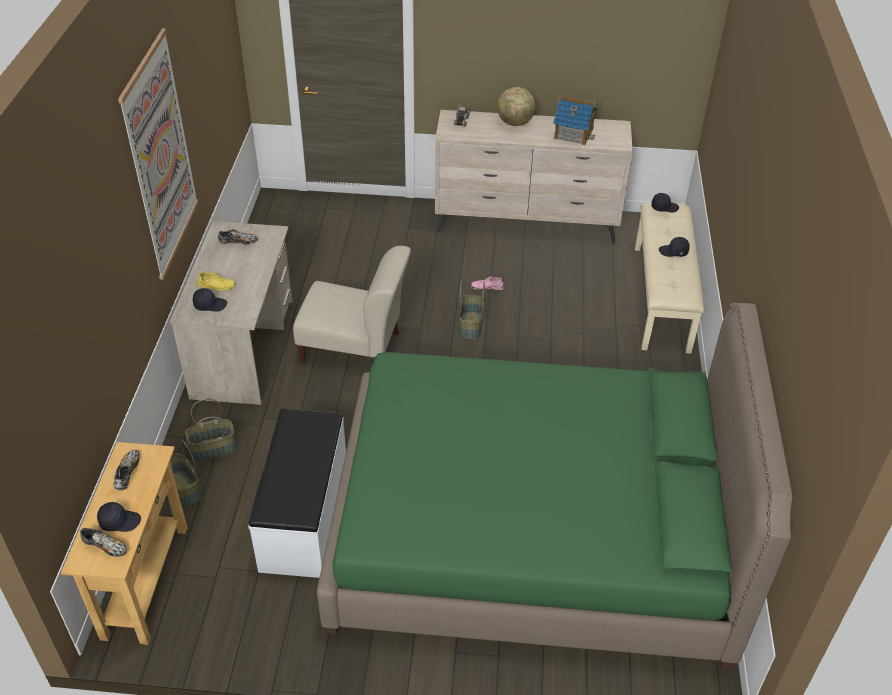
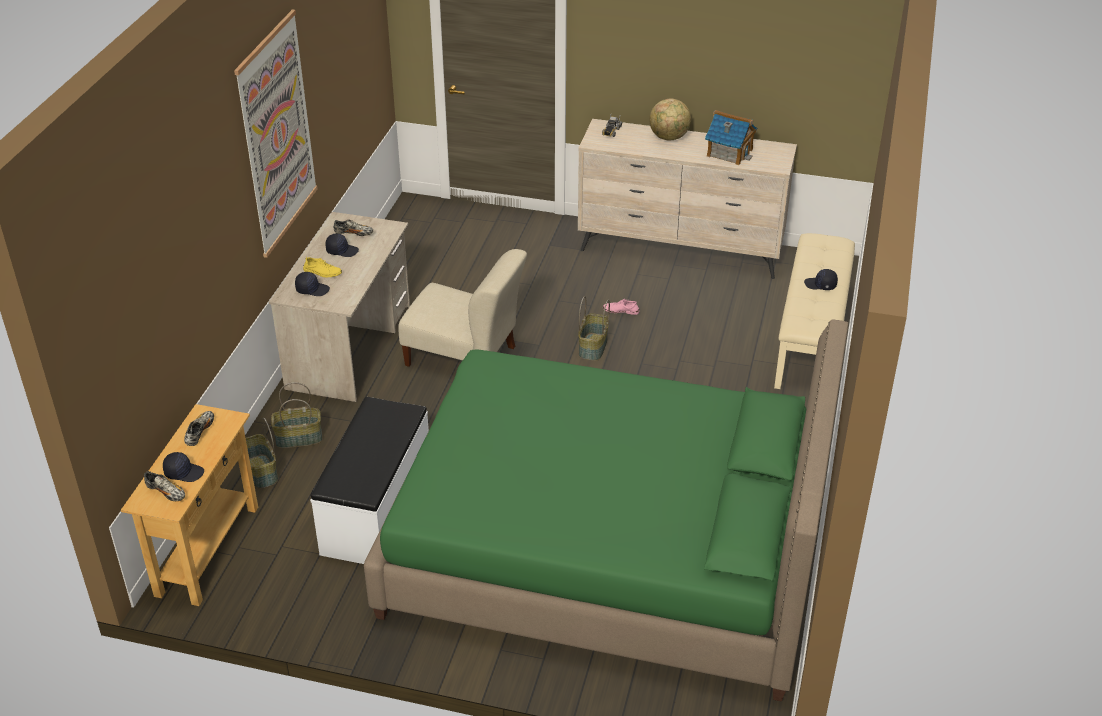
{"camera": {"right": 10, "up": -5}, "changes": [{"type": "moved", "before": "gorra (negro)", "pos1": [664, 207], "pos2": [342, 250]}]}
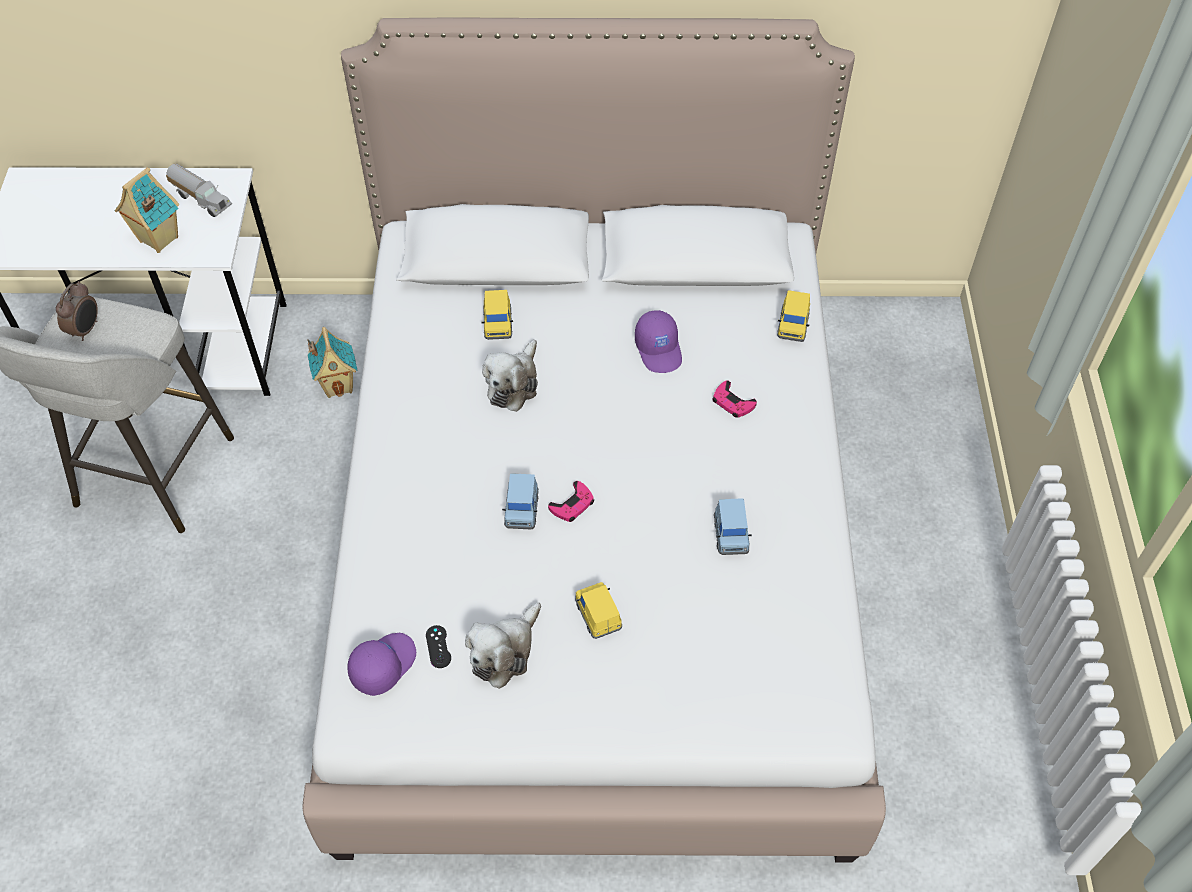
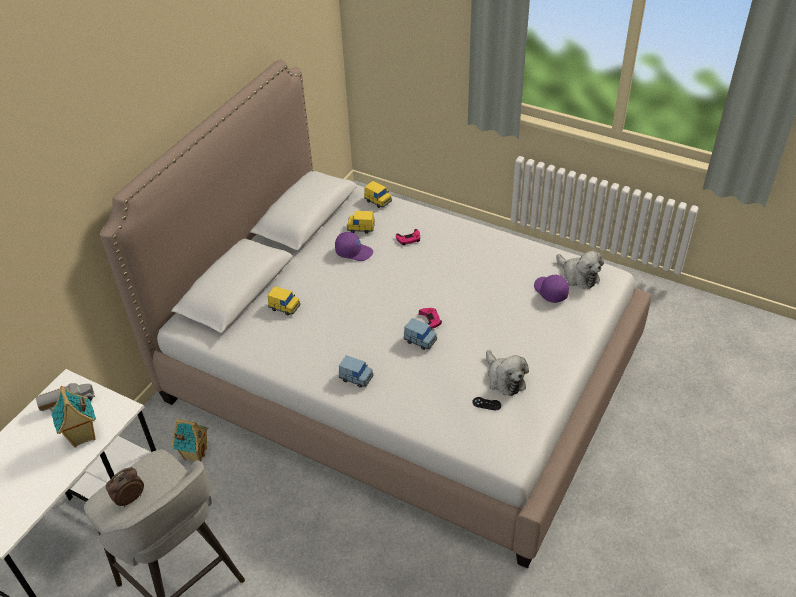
{"camera": {"right": -60, "up": -10}, "changes": [{"type": "turned", "before": "despertador", "pos1": [86, 329], "pos2": [129, 498], "turn": -90}, {"type": "moved", "before": "coche de juguete (azul)", "pos1": [731, 535], "pos2": [356, 378]}, {"type": "moved", "before": "coche de juguete (amarillo)", "pos1": [598, 615], "pos2": [361, 228]}, {"type": "moved", "before": "gorra (morado)", "pos1": [382, 665], "pos2": [550, 291]}, {"type": "moved", "before": "peluche", "pos1": [514, 383], "pos2": [578, 276]}]}
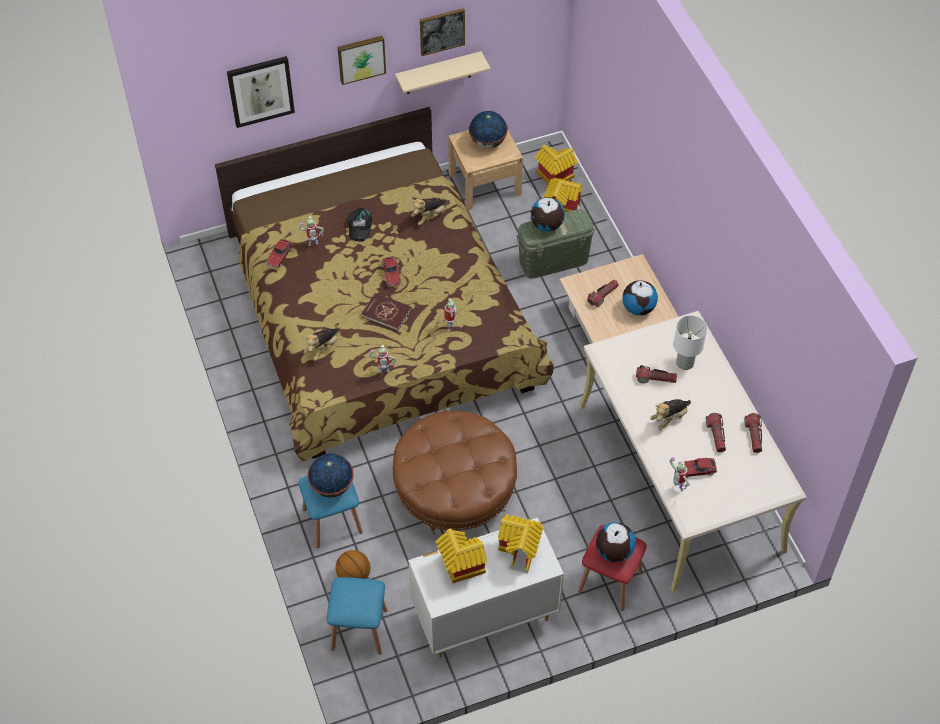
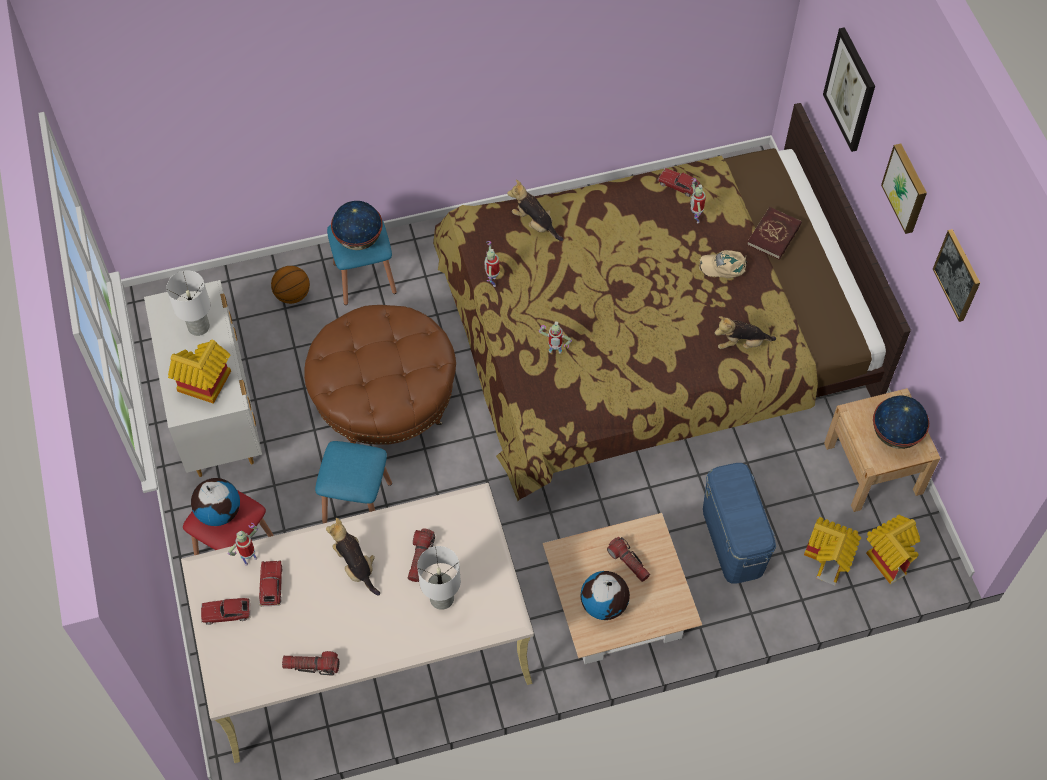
{"camera": {"right": 95, "up": 5}, "changes": [{"type": "replaced", "before": "casita", "after": "lámpara de mesa (blanco)", "pos1": [459, 567], "pos2": [199, 326]}, {"type": "moved", "before": "coche de juguete", "pos1": [391, 274], "pos2": [226, 613]}, {"type": "moved", "before": "taburete (azul)", "pos1": [359, 629], "pos2": [357, 502]}, {"type": "recoloured", "before": "gorra (negro)", "after": "gorra (beis)", "pos1": [359, 226], "pos2": [723, 266]}, {"type": "recoloured", "before": "caja de almacenaje (verde)", "after": "caja de almacenaje (azul)", "pos1": [553, 260], "pos2": [733, 540]}, {"type": "turned", "before": "peluche", "pos1": [429, 216], "pos2": [740, 343], "turn": -60}, {"type": "moved", "before": "libro (rojo)", "pos1": [386, 313], "pos2": [774, 235]}, {"type": "removed", "before": "estante (beis)", "pos1": [438, 73]}, {"type": "removed", "before": "globo terráqueo", "pos1": [546, 225]}, {"type": "removed", "before": "linterna", "pos1": [716, 435]}]}
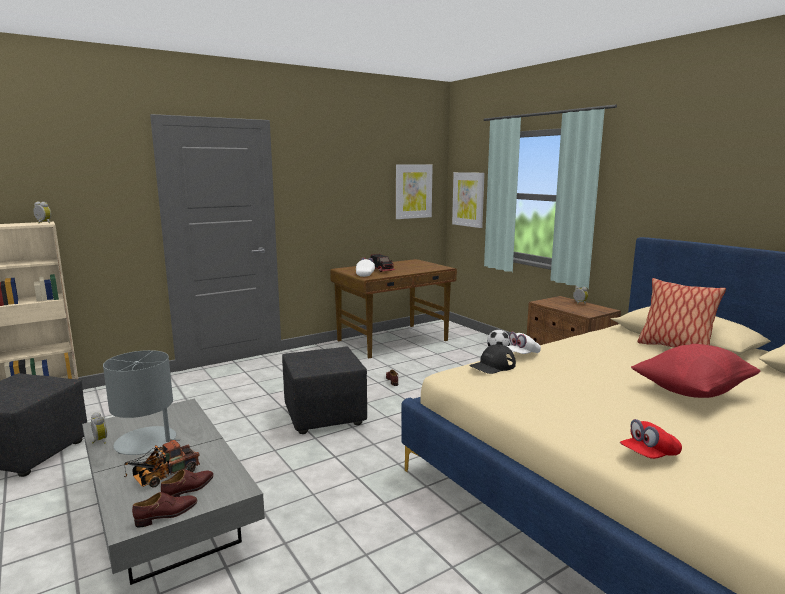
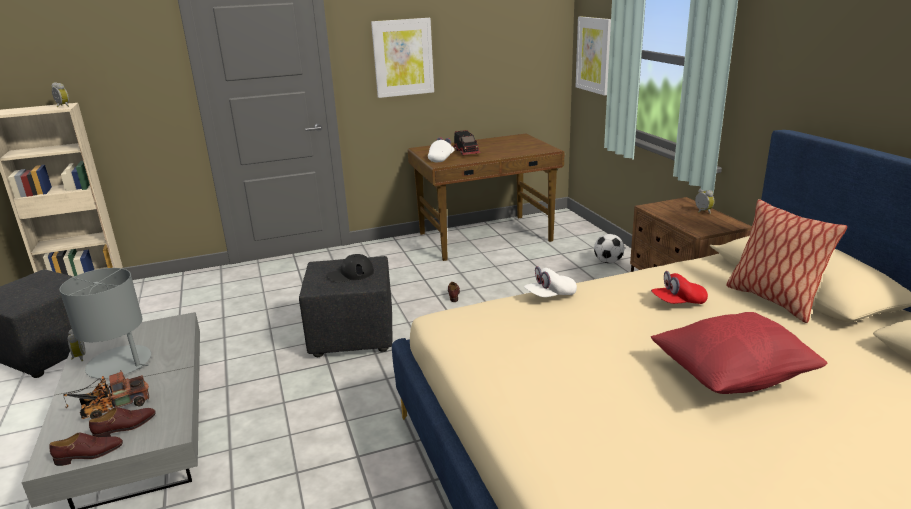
{"camera": {"right": 15, "up": 10}, "changes": [{"type": "moved", "before": "gorra (negro)", "pos1": [492, 366], "pos2": [350, 274]}, {"type": "moved", "before": "cuadro", "pos1": [413, 191], "pos2": [403, 57]}, {"type": "moved", "before": "gorra (rojo)", "pos1": [649, 455], "pos2": [678, 302]}]}
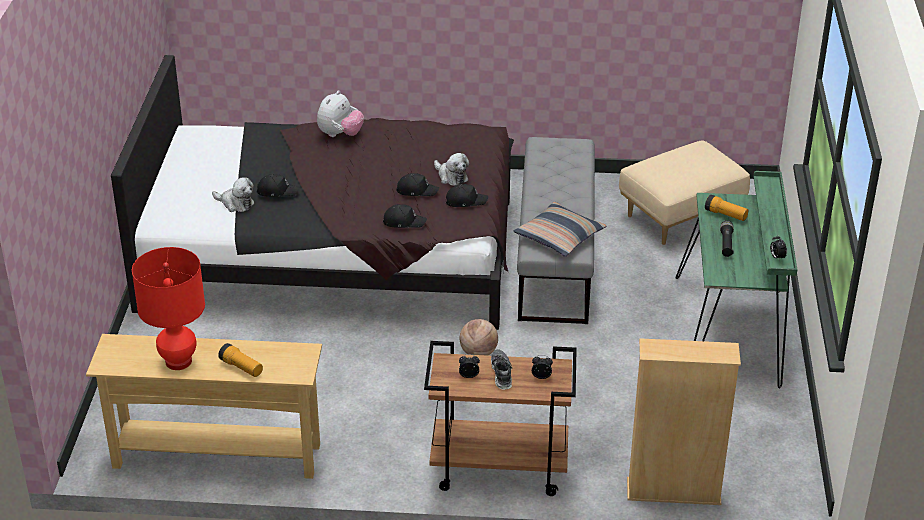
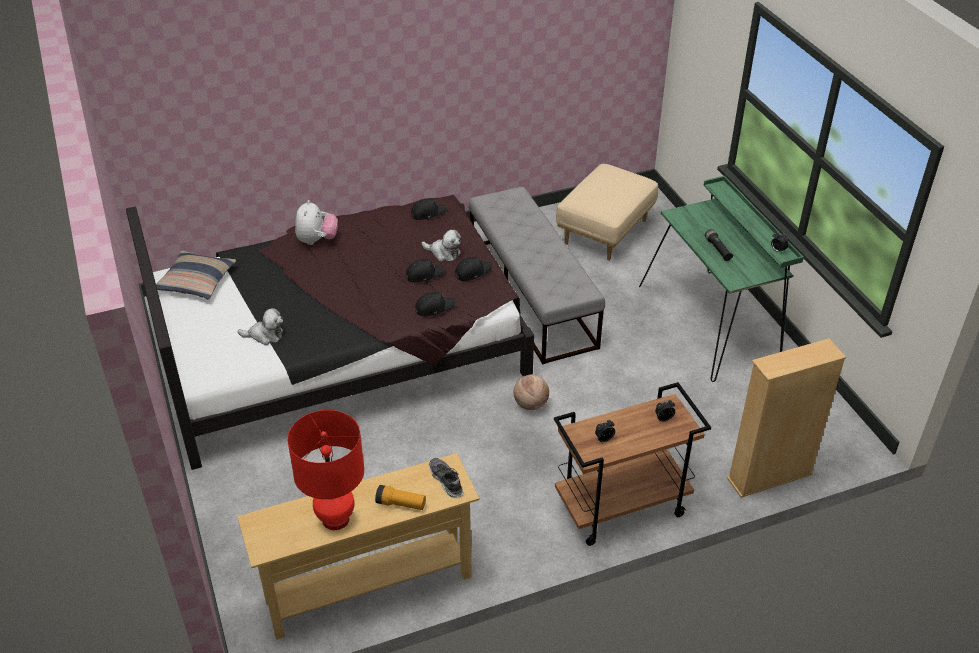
{"camera": {"right": -25, "up": 5}, "changes": [{"type": "moved", "before": "cojín", "pos1": [559, 237], "pos2": [196, 281]}, {"type": "moved", "before": "gorra (negro)", "pos1": [277, 191], "pos2": [428, 213]}, {"type": "moved", "before": "zapato", "pos1": [501, 373], "pos2": [445, 481]}, {"type": "removed", "before": "linterna", "pos1": [725, 215]}]}
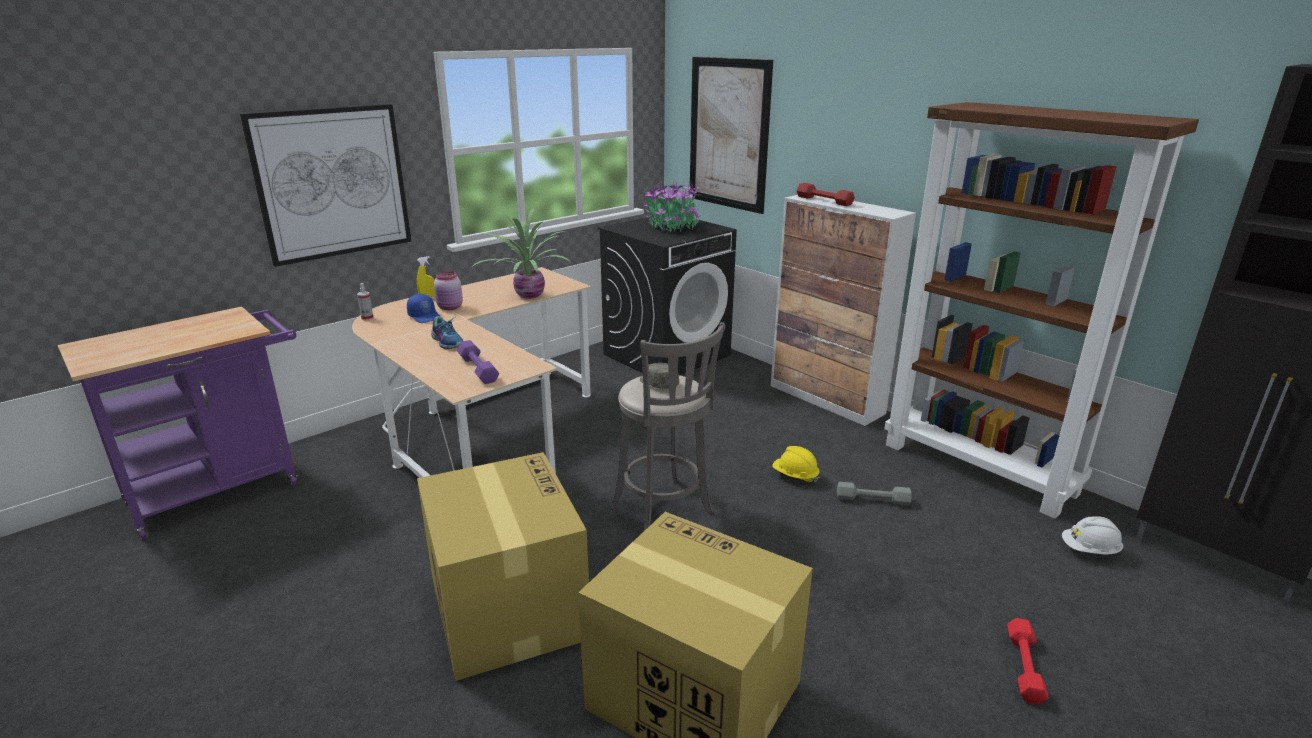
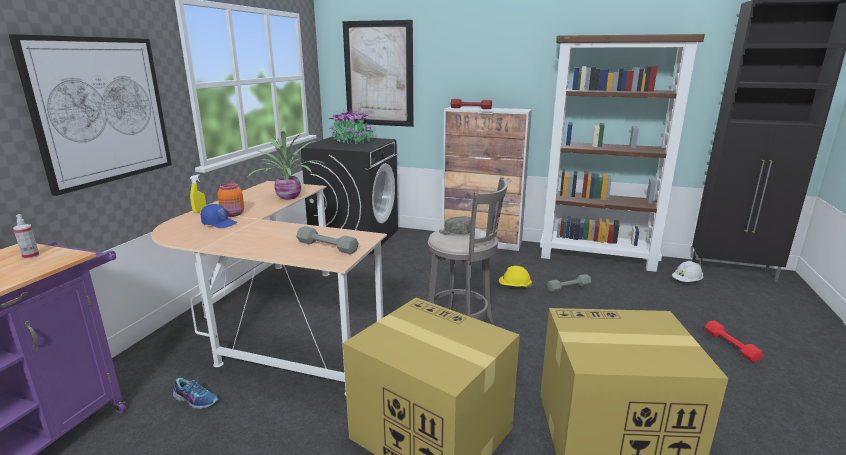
{"camera": {"right": -30, "up": -5}, "changes": [{"type": "moved", "before": "pulverizador", "pos1": [367, 318], "pos2": [31, 256]}, {"type": "moved", "before": "zapato", "pos1": [448, 342], "pos2": [196, 399]}, {"type": "recoloured", "before": "tarro (rosa)", "after": "tarro (naranja)", "pos1": [450, 307], "pos2": [233, 214]}, {"type": "recoloured", "before": "mancuerna (morado)", "after": "mancuerna (gris)", "pos1": [478, 369], "pos2": [327, 246]}]}
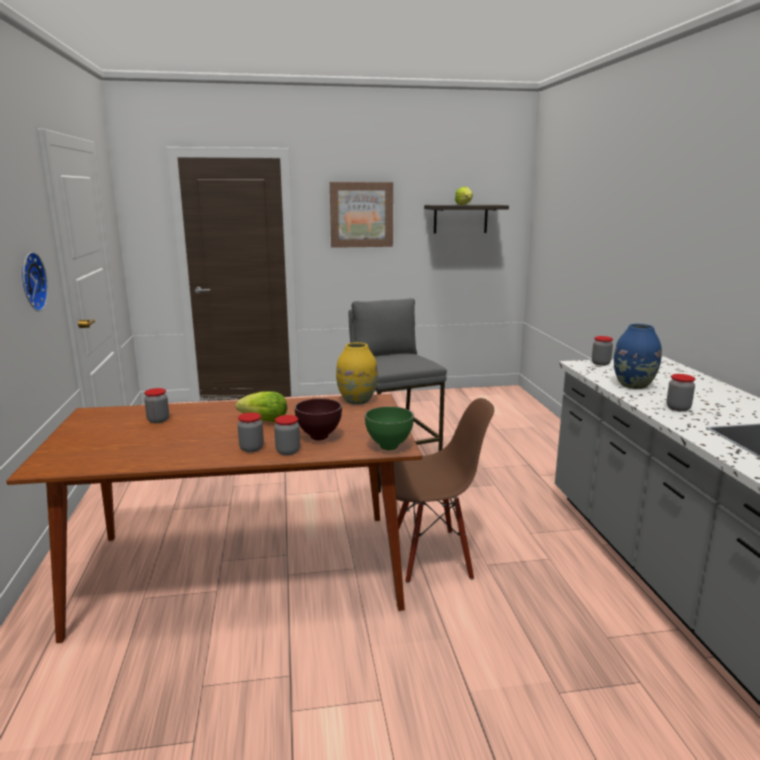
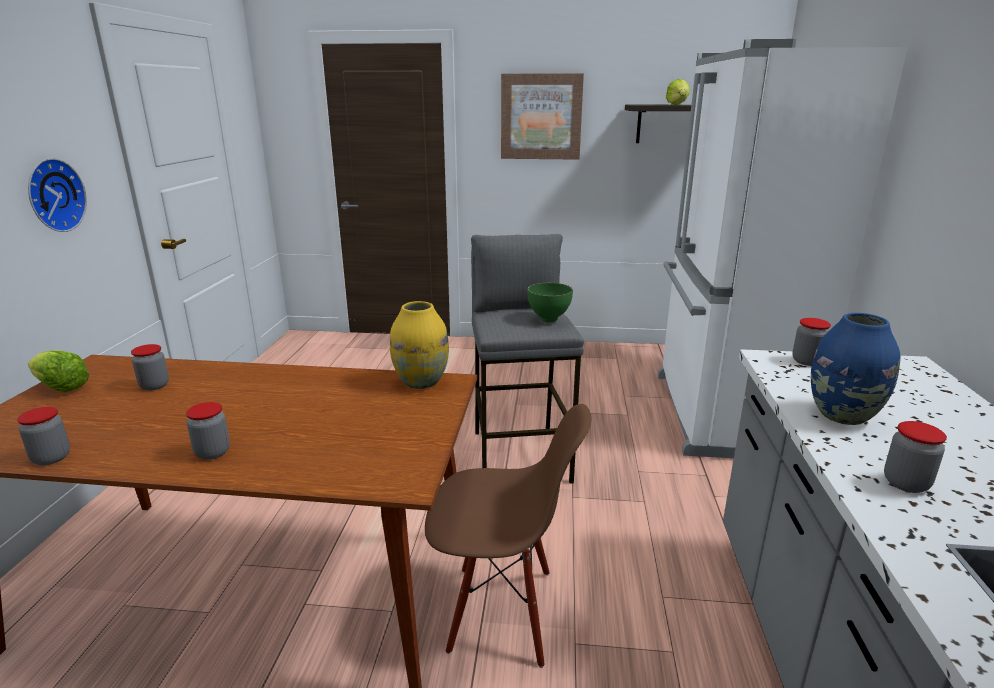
{"camera": {"right": 15, "up": 5}, "changes": [{"type": "moved", "before": "tarro", "pos1": [288, 451], "pos2": [51, 458]}, {"type": "moved", "before": "lechuga", "pos1": [265, 421], "pos2": [61, 388]}, {"type": "moved", "before": "cuenco (verde)", "pos1": [388, 447], "pos2": [548, 319]}, {"type": "added", "after": "nevera (blanco)", "pos2": [720, 414]}, {"type": "removed", "before": "cuenco (marrón)", "pos1": [318, 438]}]}
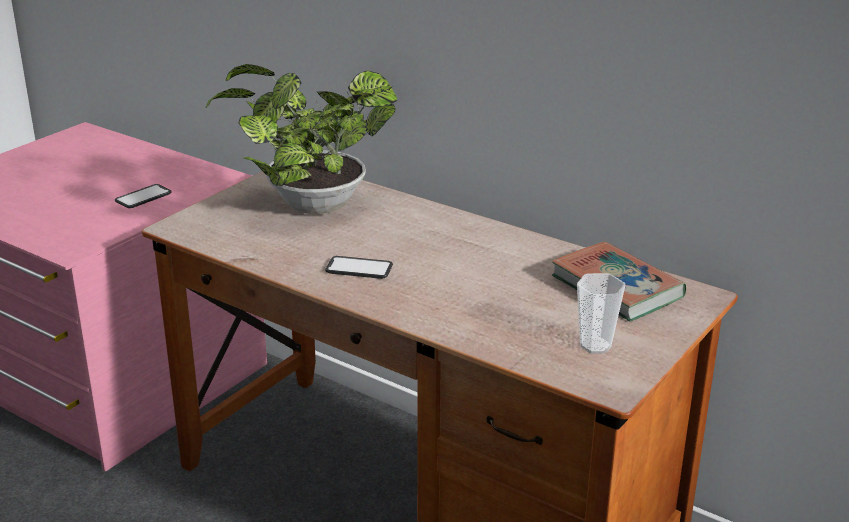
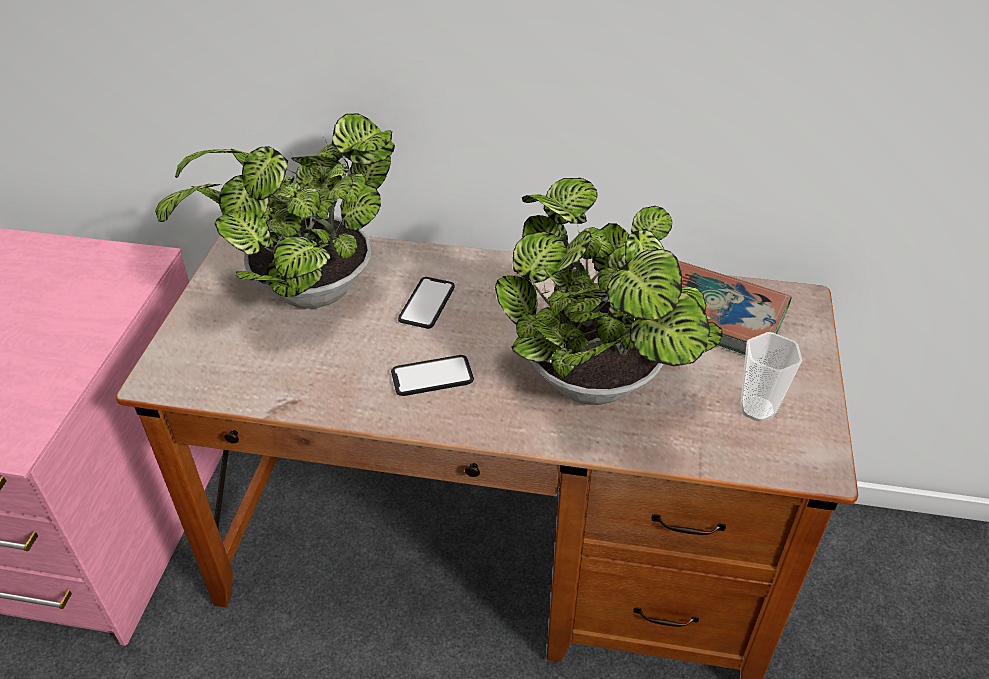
{"camera": {"right": -25, "up": 15}, "changes": [{"type": "moved", "before": "móvil", "pos1": [143, 197], "pos2": [427, 303]}, {"type": "added", "after": "planta en maceta", "pos2": [597, 387]}]}
